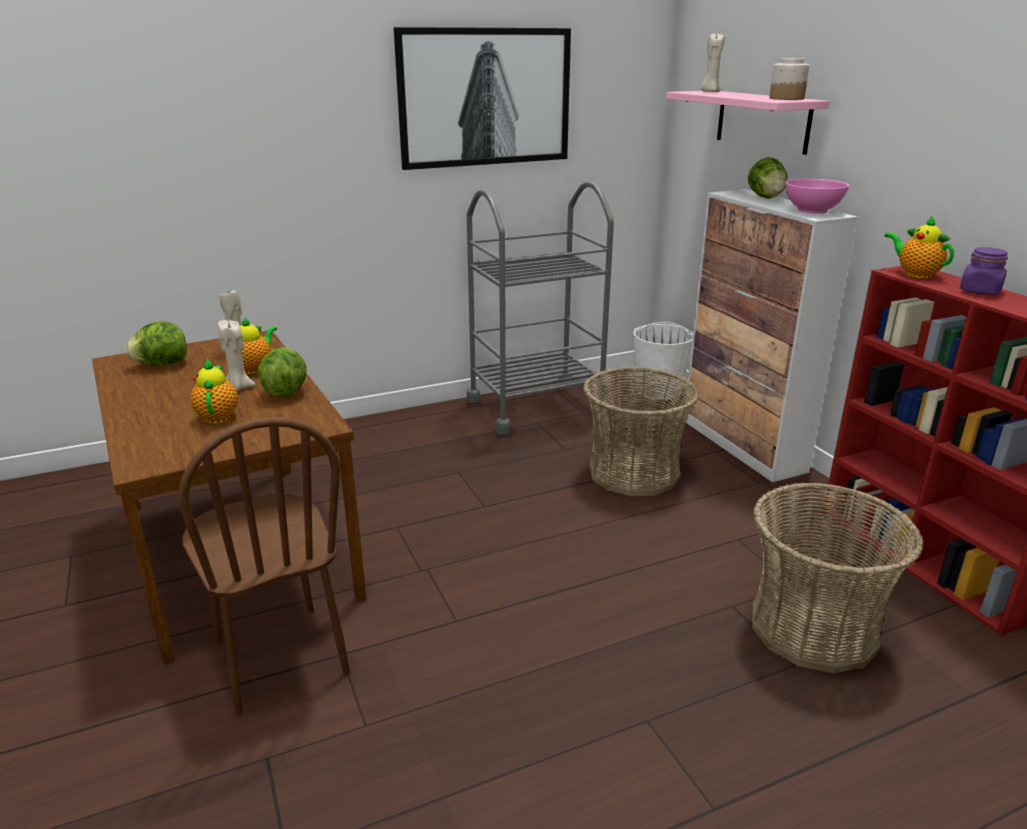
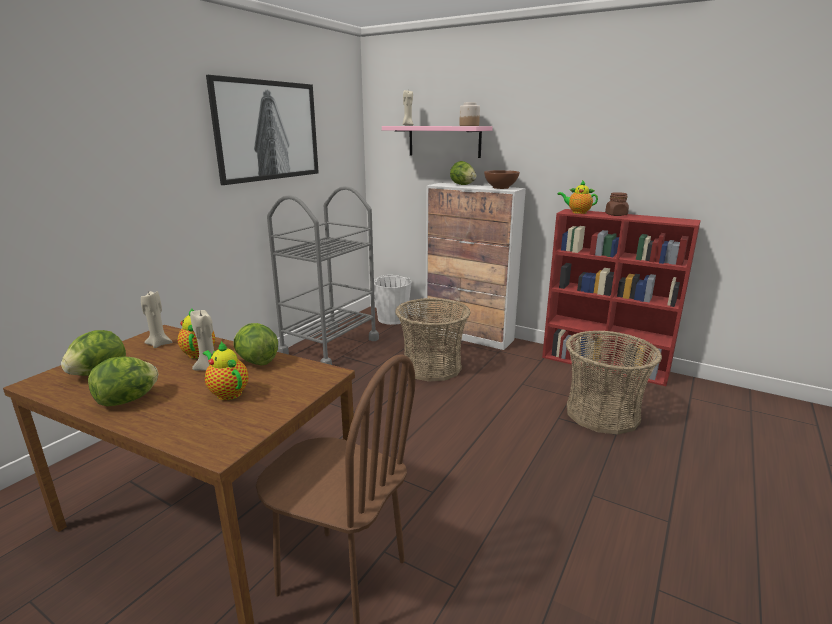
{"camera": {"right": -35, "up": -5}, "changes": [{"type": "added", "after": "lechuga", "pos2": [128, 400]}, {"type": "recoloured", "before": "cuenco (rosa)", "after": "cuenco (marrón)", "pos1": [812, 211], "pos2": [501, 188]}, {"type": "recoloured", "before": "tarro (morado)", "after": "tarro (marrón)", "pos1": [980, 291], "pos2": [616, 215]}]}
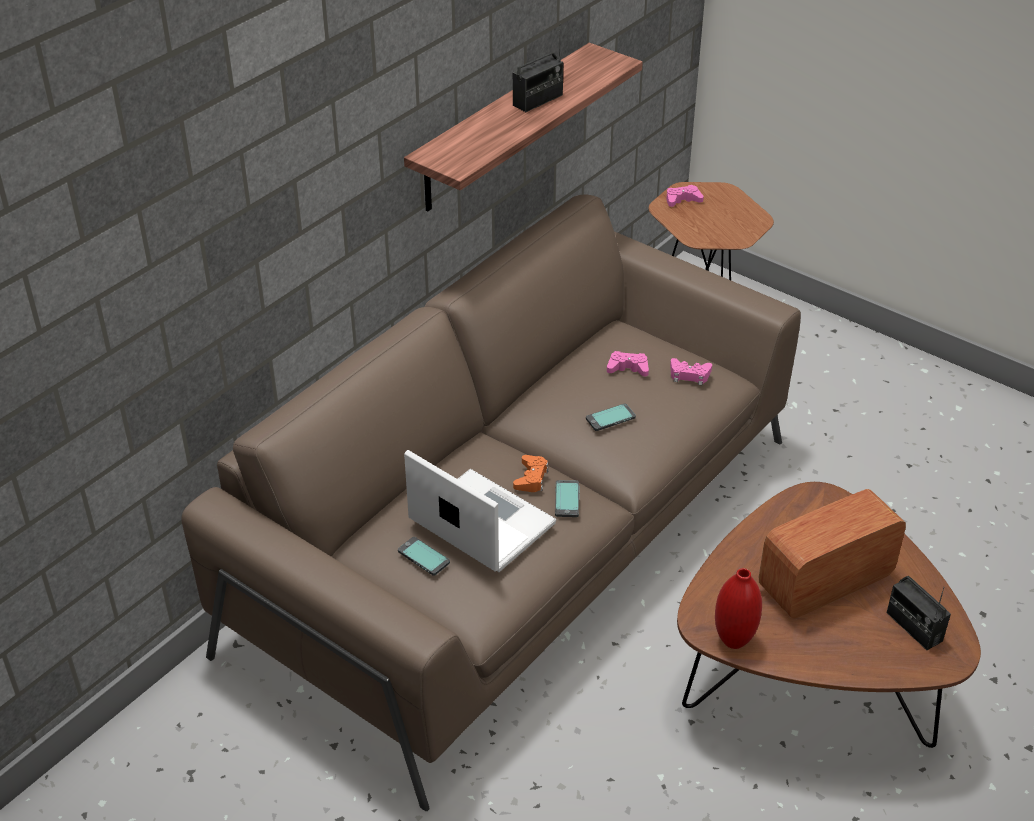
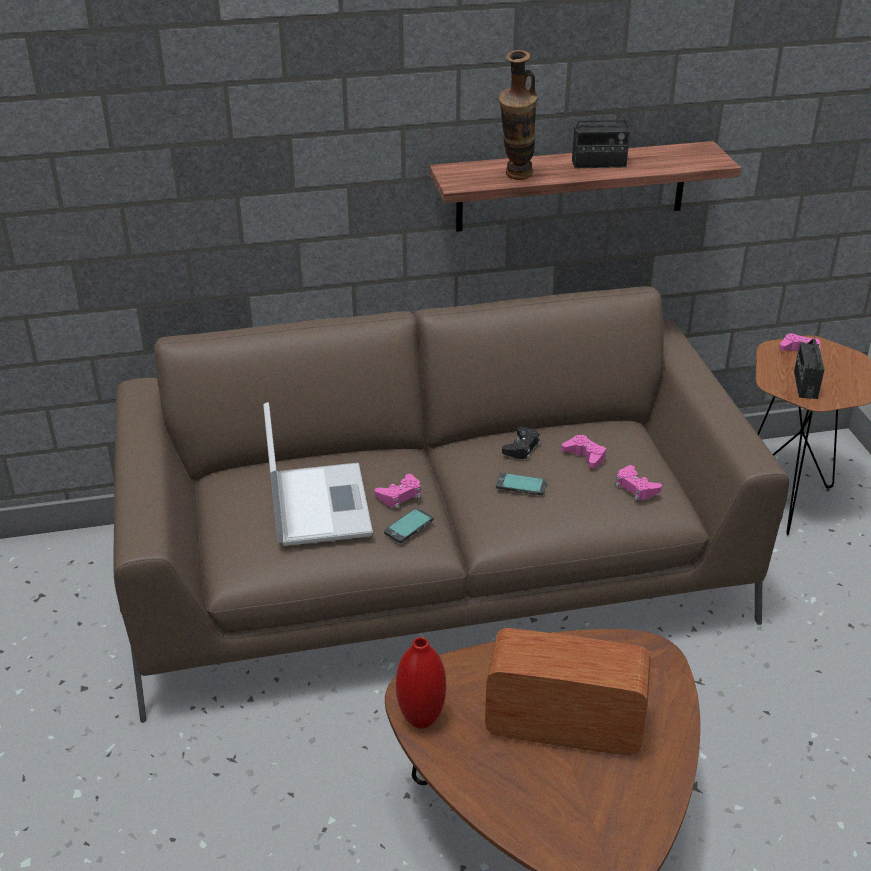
{"camera": {"right": 40, "up": -5}, "changes": [{"type": "recoloured", "before": "mando de consola (naranja)", "after": "mando de consola (rosa)", "pos1": [531, 478], "pos2": [400, 495]}, {"type": "added", "after": "florero", "pos2": [516, 178]}, {"type": "added", "after": "mando de consola (negro)", "pos2": [522, 448]}, {"type": "moved", "before": "radio", "pos1": [914, 627], "pos2": [805, 385]}, {"type": "removed", "before": "móvil", "pos1": [423, 557]}]}
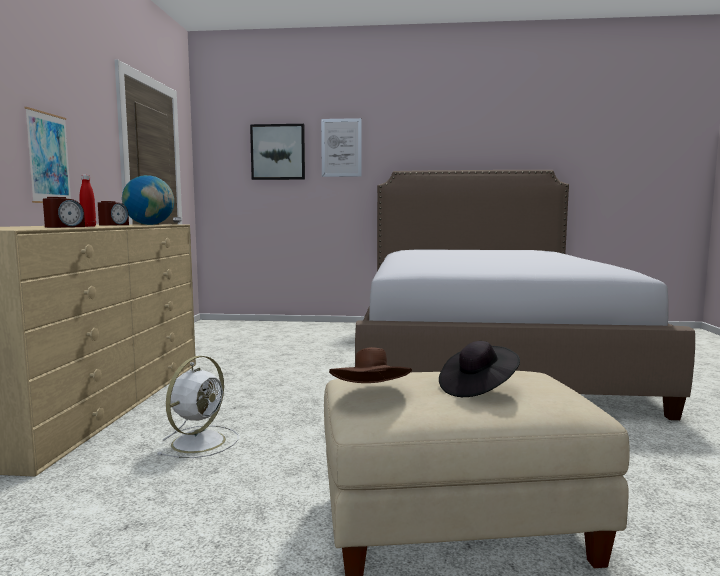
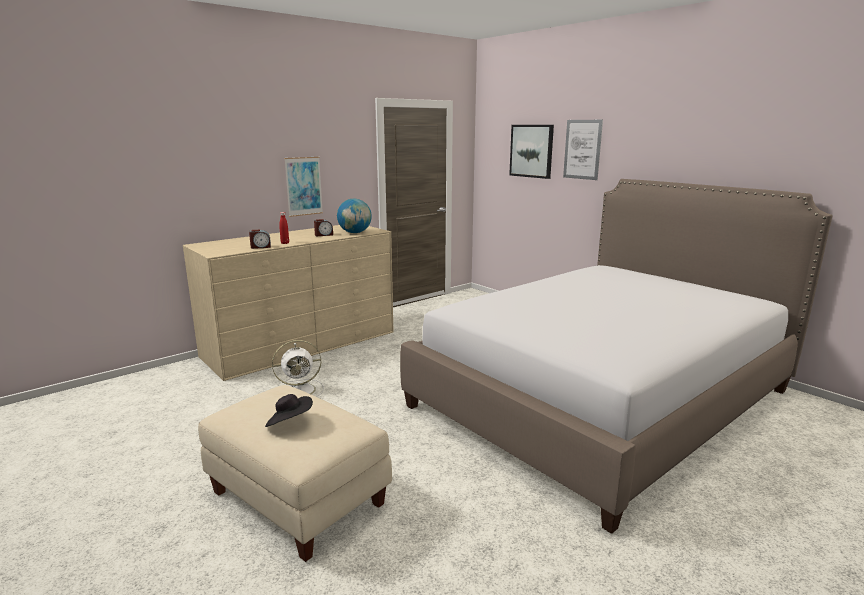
{"camera": {"right": 45, "up": 10}, "changes": [{"type": "removed", "before": "sombrero (marrón)", "pos1": [371, 394]}]}
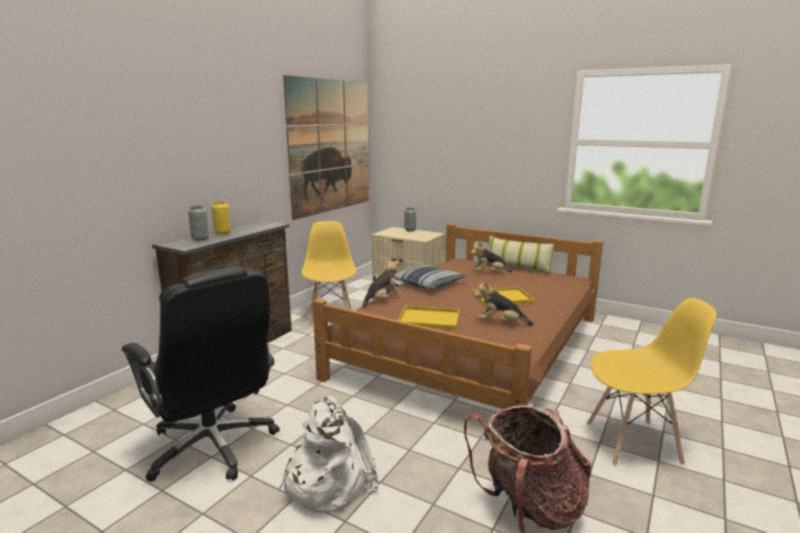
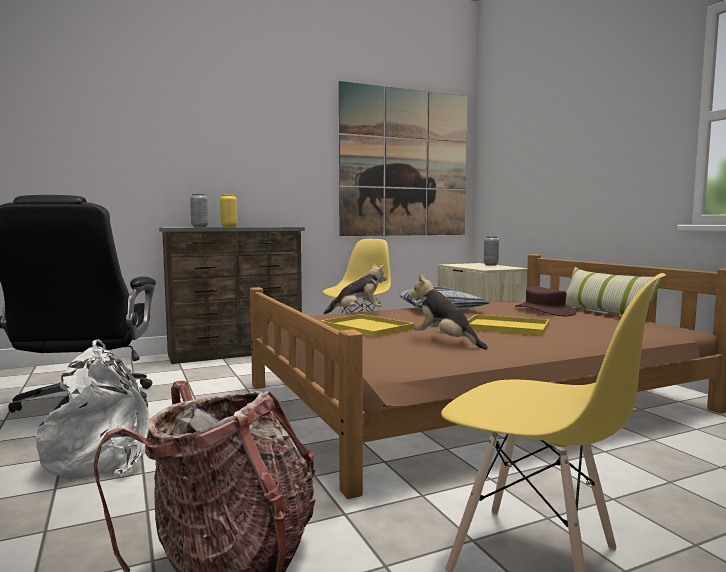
{"camera": {"right": 35, "up": -10}, "changes": [{"type": "replaced", "before": "peluche", "after": "sombrero (marrón)", "pos1": [489, 273], "pos2": [544, 311]}]}
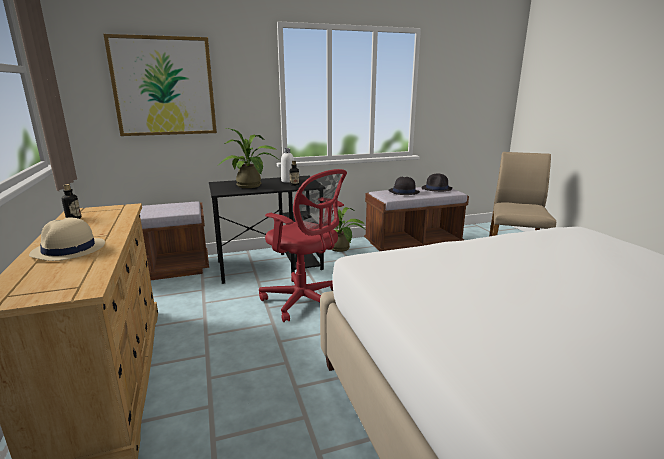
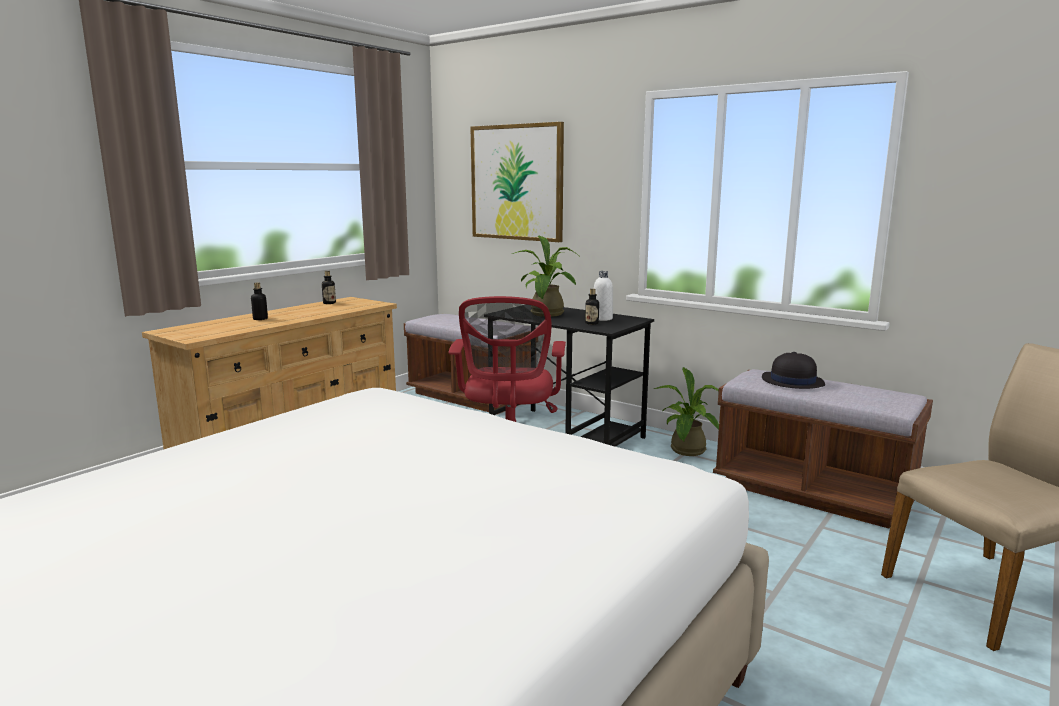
{"camera": {"right": 55, "up": -5}, "changes": [{"type": "replaced", "before": "sombrero (beis)", "after": "botella", "pos1": [68, 250], "pos2": [260, 319]}, {"type": "removed", "before": "sombrero (negro)", "pos1": [437, 188]}]}
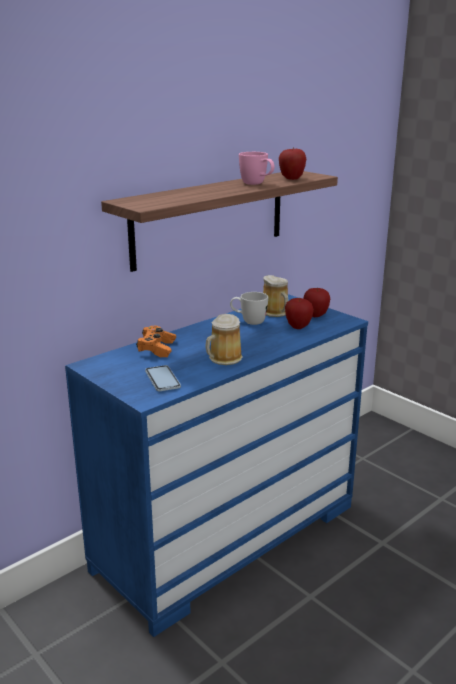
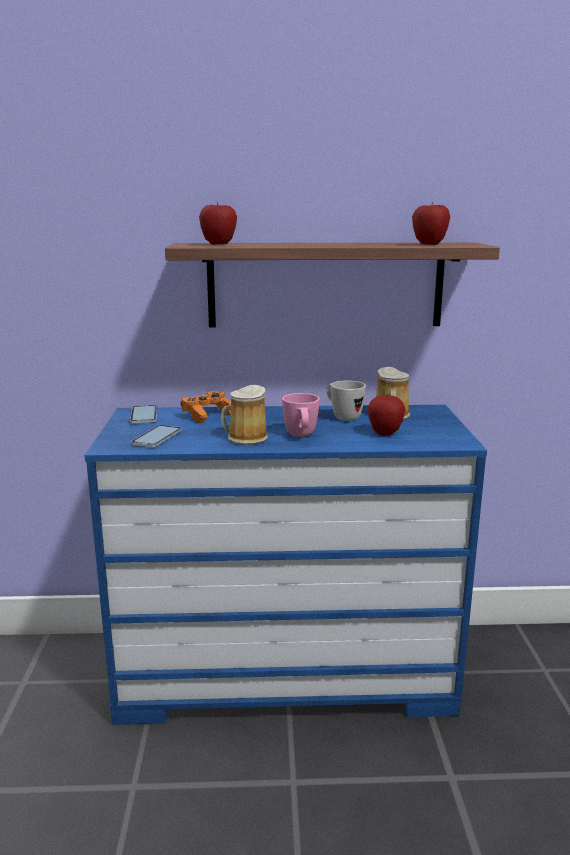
{"camera": {"right": 40, "up": -5}, "changes": [{"type": "added", "after": "móvil", "pos2": [144, 415]}, {"type": "moved", "before": "manzana", "pos1": [315, 316], "pos2": [219, 244]}, {"type": "moved", "before": "taza grande (rosa)", "pos1": [257, 184], "pos2": [301, 436]}]}
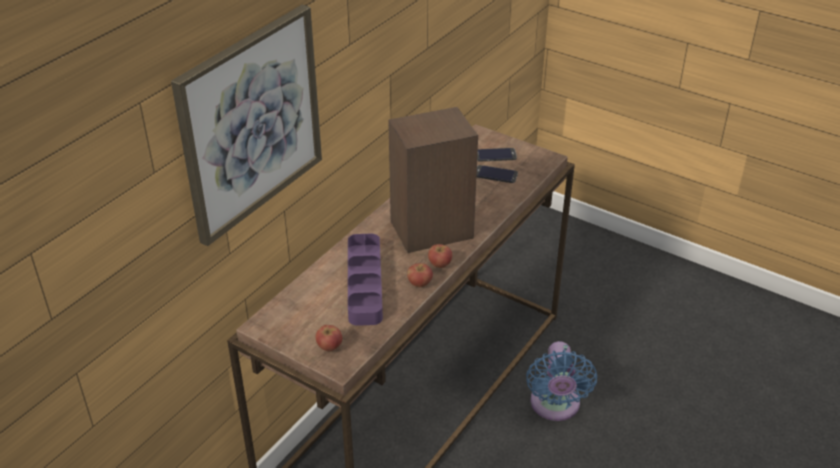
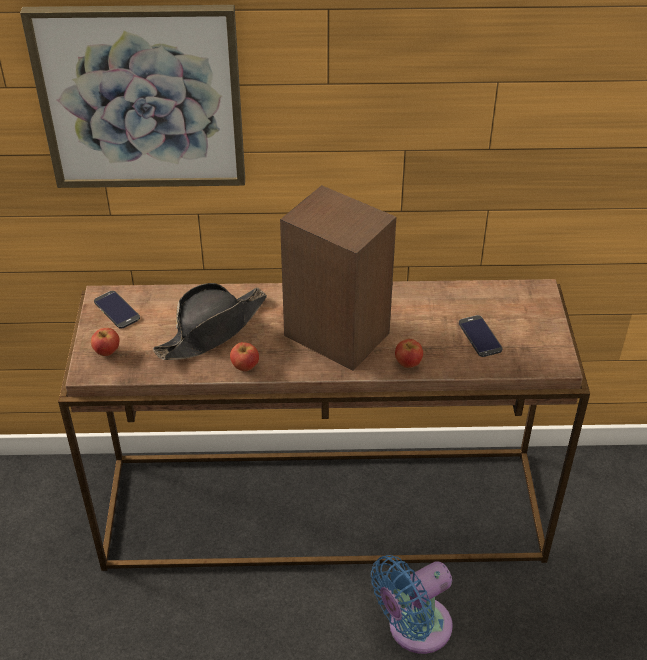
{"camera": {"right": 55, "up": 5}, "changes": [{"type": "moved", "before": "móvil", "pos1": [495, 155], "pos2": [116, 310]}, {"type": "replaced", "before": "bandeja (morado)", "after": "sombrero (negro)", "pos1": [364, 283], "pos2": [212, 330]}, {"type": "moved", "before": "manzana", "pos1": [440, 264], "pos2": [408, 363]}]}
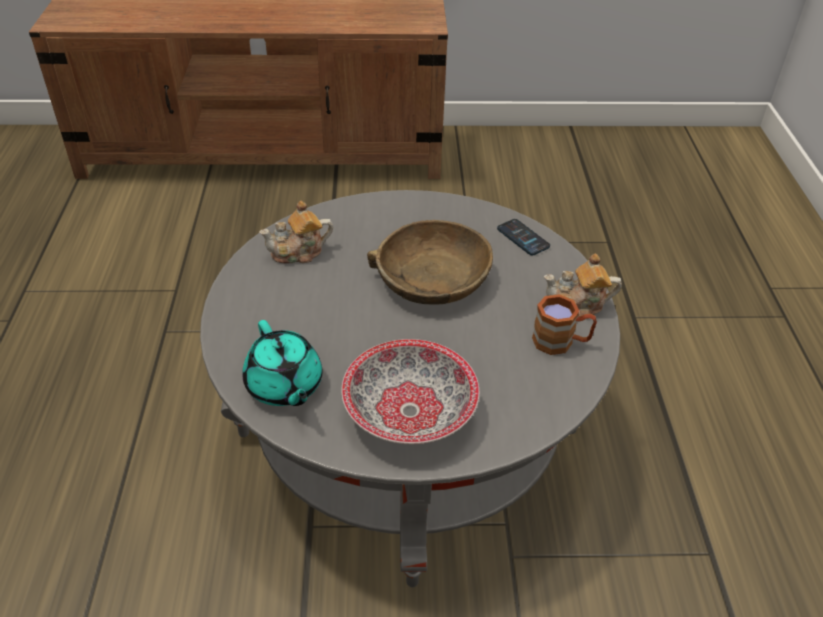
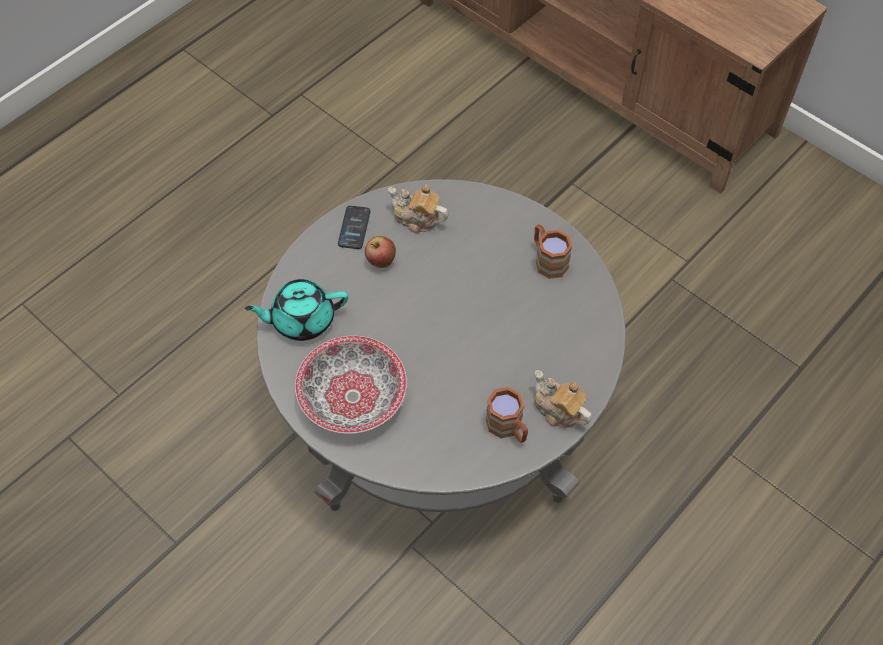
{"camera": {"right": 45, "up": 15}, "changes": [{"type": "turned", "before": "tetera (turquesa)", "pos1": [284, 386], "pos2": [302, 319], "turn": 60}, {"type": "moved", "before": "móvil", "pos1": [523, 238], "pos2": [354, 228]}, {"type": "added", "after": "manzana", "pos2": [381, 261]}, {"type": "added", "after": "taza grande (marrón)", "pos2": [547, 259]}, {"type": "removed", "before": "cuenco (marrón)", "pos1": [432, 278]}]}
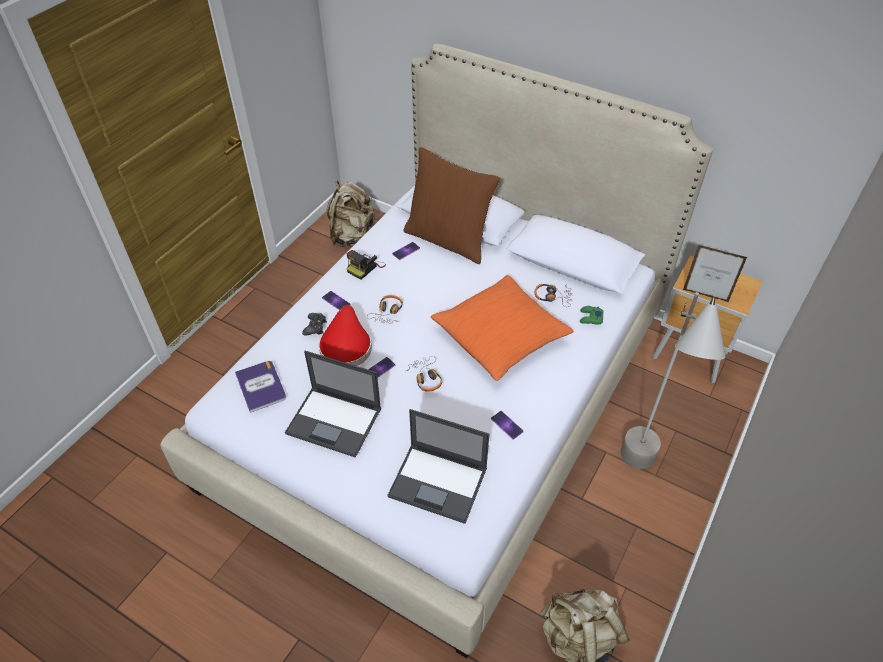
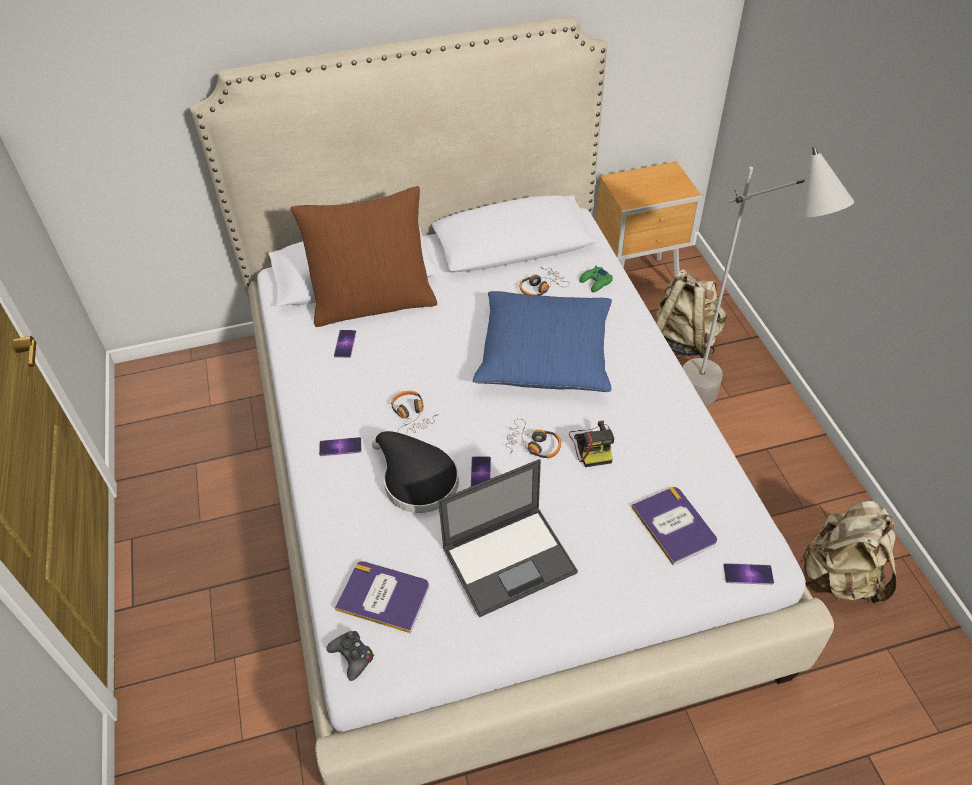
{"camera": {"right": -45, "up": 0}, "changes": [{"type": "moved", "before": "mando de consola (negro)", "pos1": [315, 327], "pos2": [352, 656]}, {"type": "recoloured", "before": "sombrero (rojo)", "after": "sombrero (negro)", "pos1": [346, 345], "pos2": [416, 480]}, {"type": "recoloured", "before": "cojín (naranja)", "after": "cojín (azul)", "pos1": [500, 336], "pos2": [545, 355]}, {"type": "moved", "before": "cámara", "pos1": [365, 267], "pos2": [592, 445]}, {"type": "replaced", "before": "portátil", "after": "libro", "pos1": [439, 483], "pos2": [674, 525]}, {"type": "moved", "before": "mochila (beis)", "pos1": [351, 235], "pos2": [684, 339]}, {"type": "moved", "before": "móvil", "pos1": [507, 425], "pos2": [748, 574]}, {"type": "removed", "before": "portarretratos", "pos1": [705, 296]}]}
